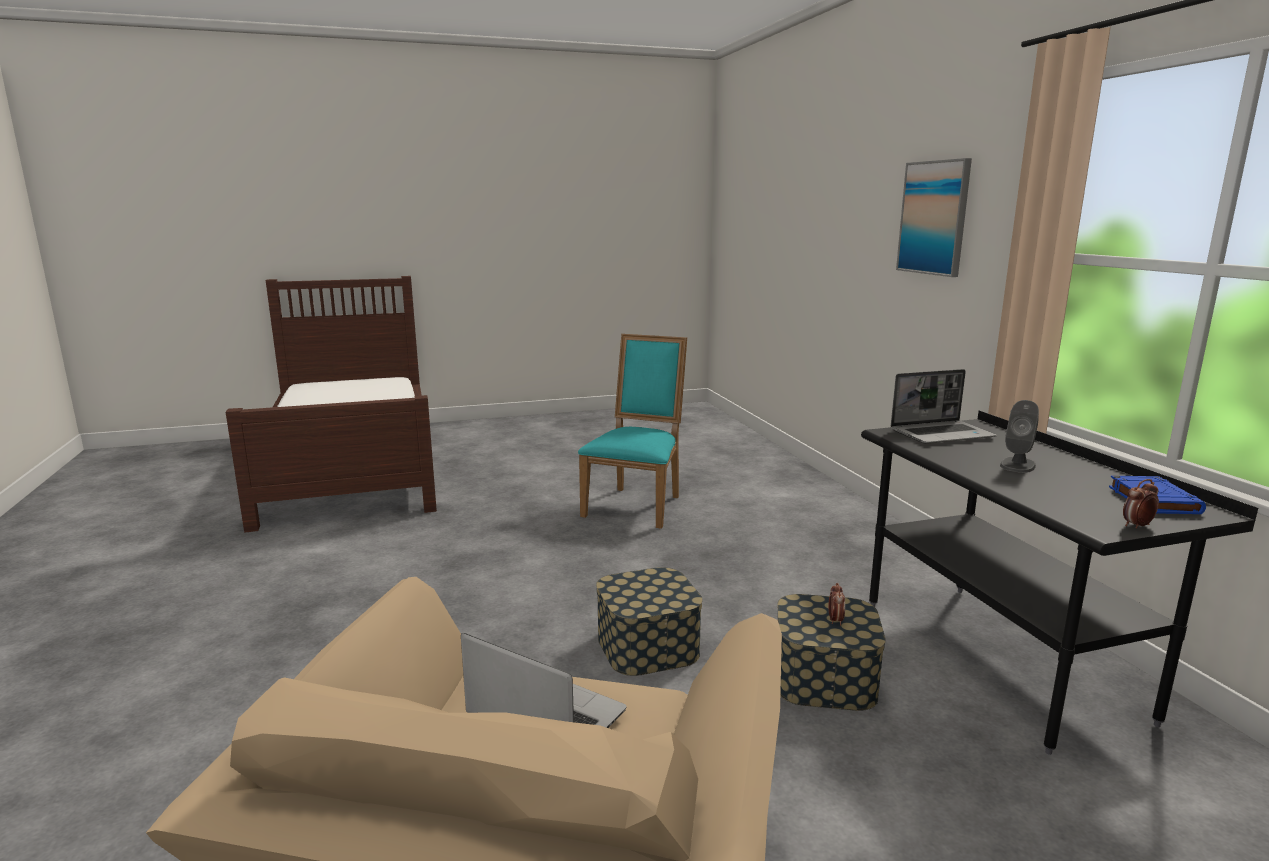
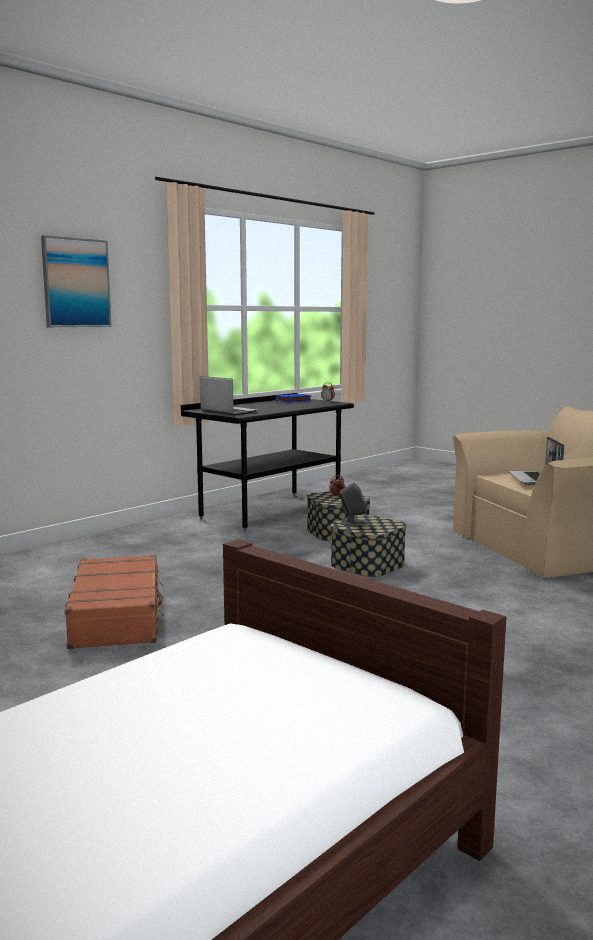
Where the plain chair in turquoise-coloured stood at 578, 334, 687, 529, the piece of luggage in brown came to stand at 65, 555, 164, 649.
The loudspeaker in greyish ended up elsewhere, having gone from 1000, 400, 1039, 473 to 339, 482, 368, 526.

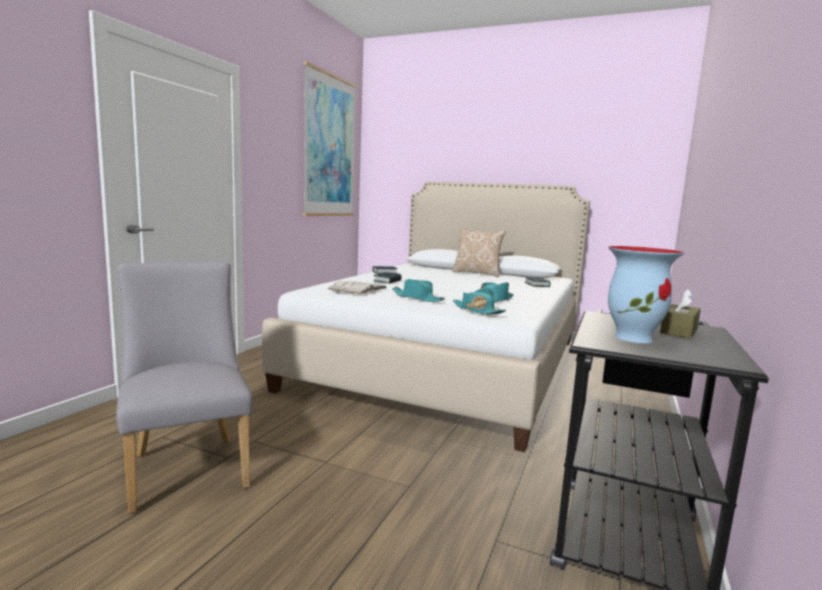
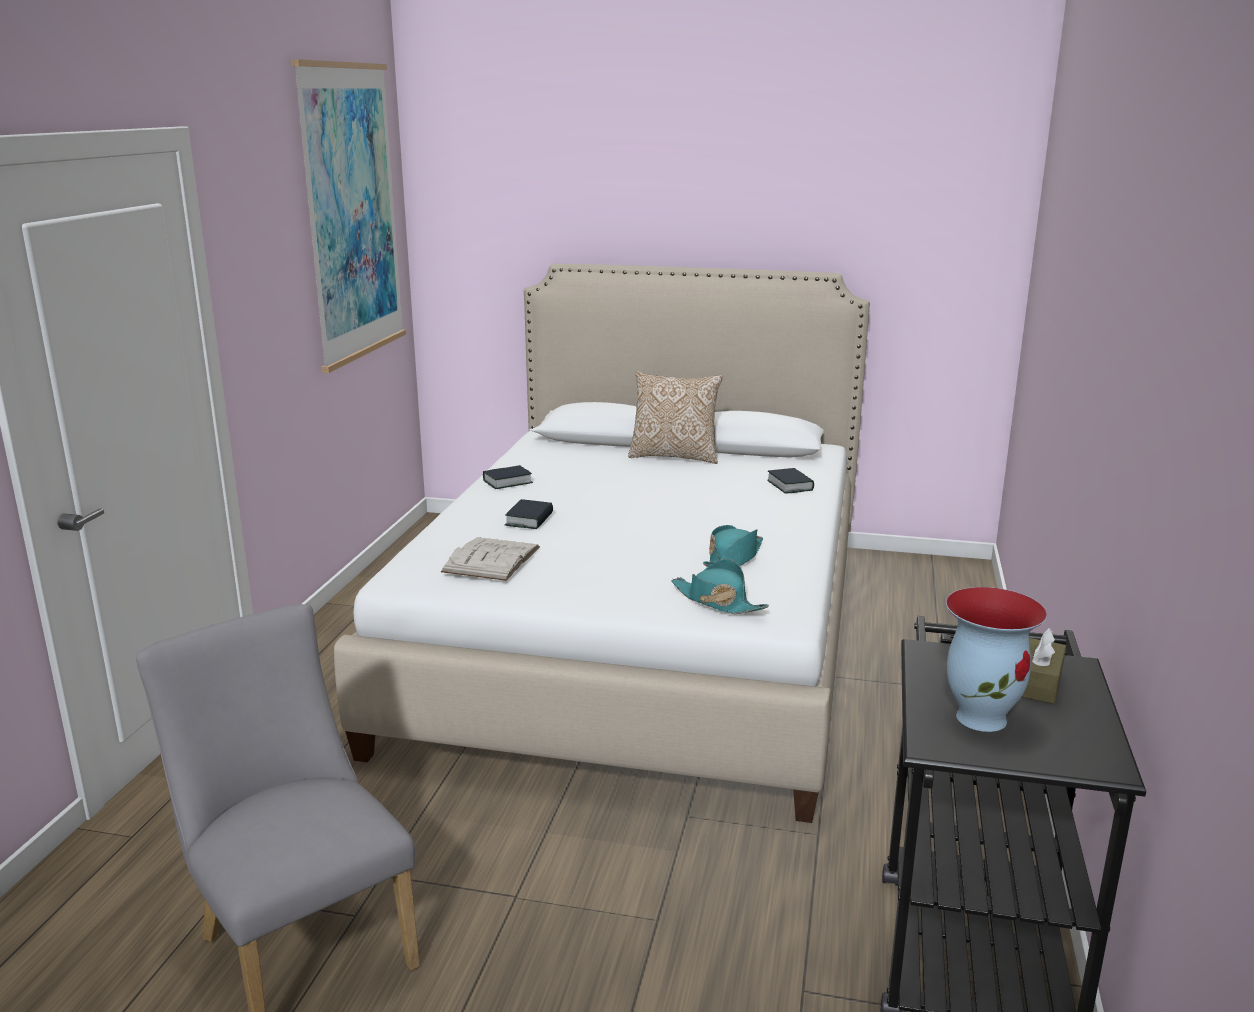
The second view lost the hat in turquoise-coloured at 392, 279, 445, 302.

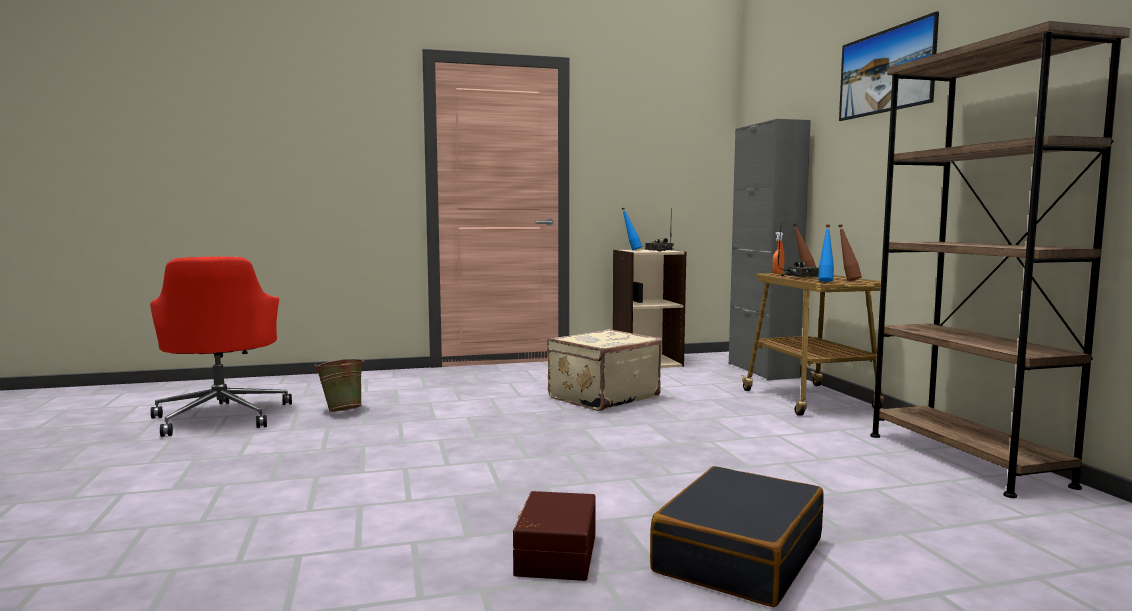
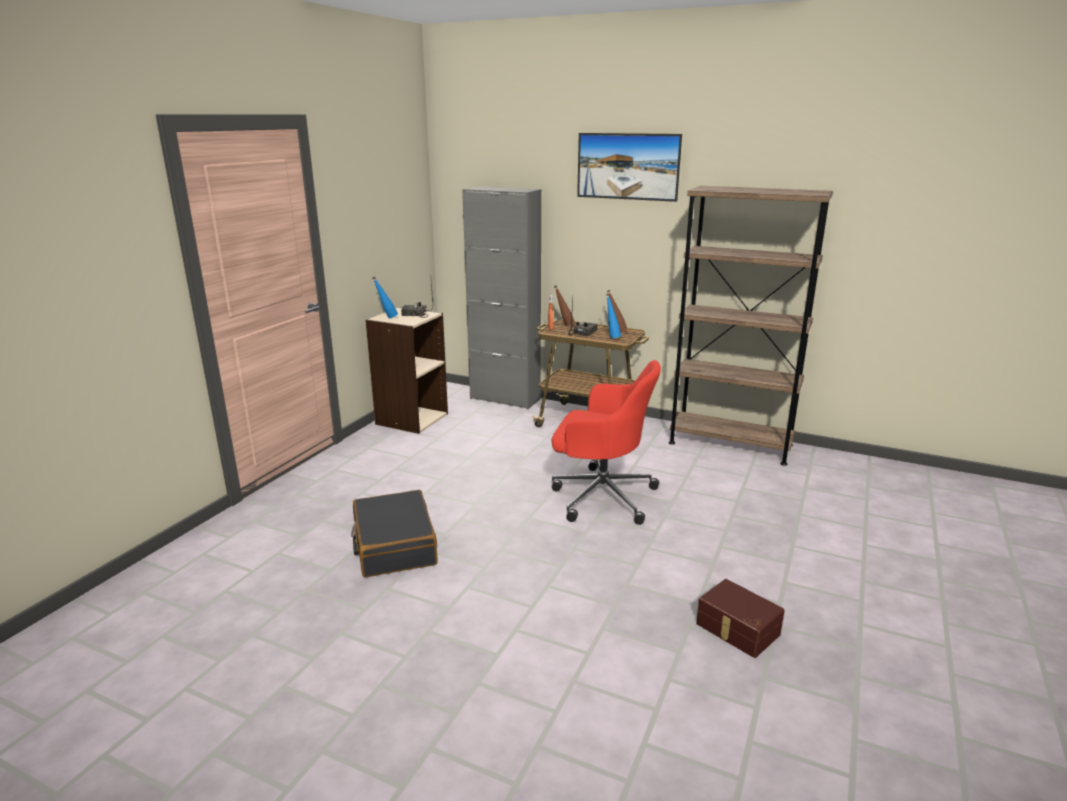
The piece of luggage in black ended up elsewhere, having gone from 650, 466, 824, 607 to 351, 490, 437, 577.
The office chair in red-coloured ended up elsewhere, having gone from 150, 257, 292, 437 to 552, 360, 661, 525.
The second view lost the water bucket in green-coloured at 314, 359, 364, 412.
The second view lost the piece of luggage in beige-coloured at 547, 329, 662, 411.

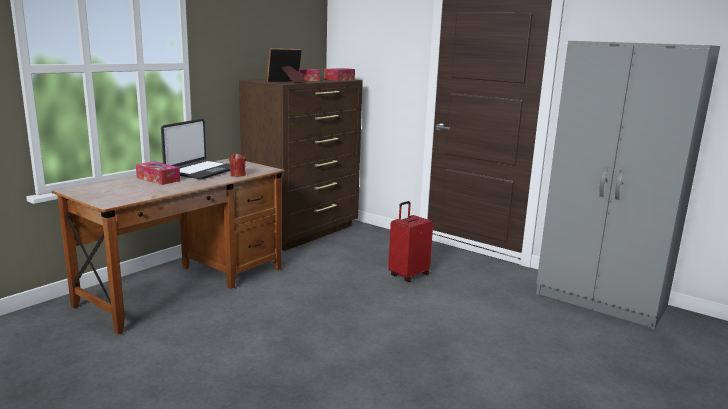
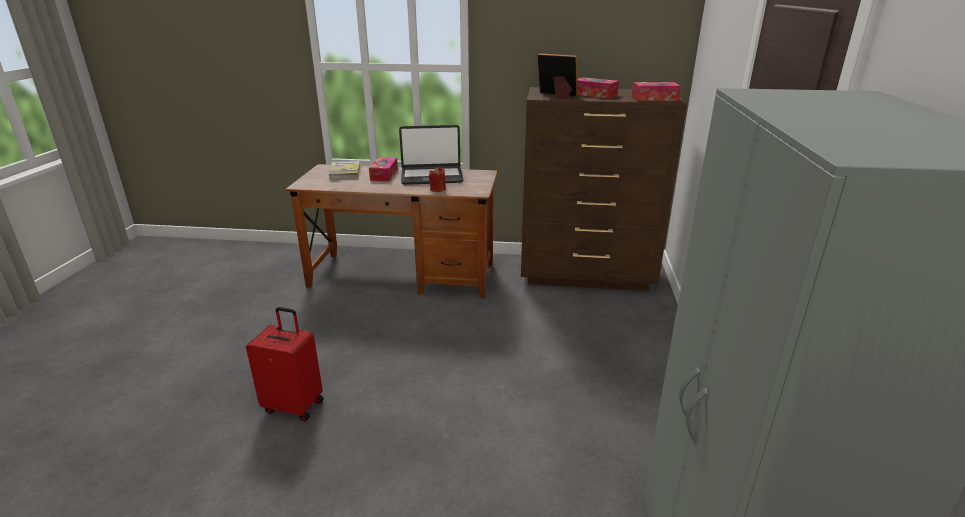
The piece of luggage in red-coloured ended up elsewhere, having gone from 388, 201, 433, 282 to 246, 307, 324, 421.
The second view gained the volume at 329, 160, 360, 180.

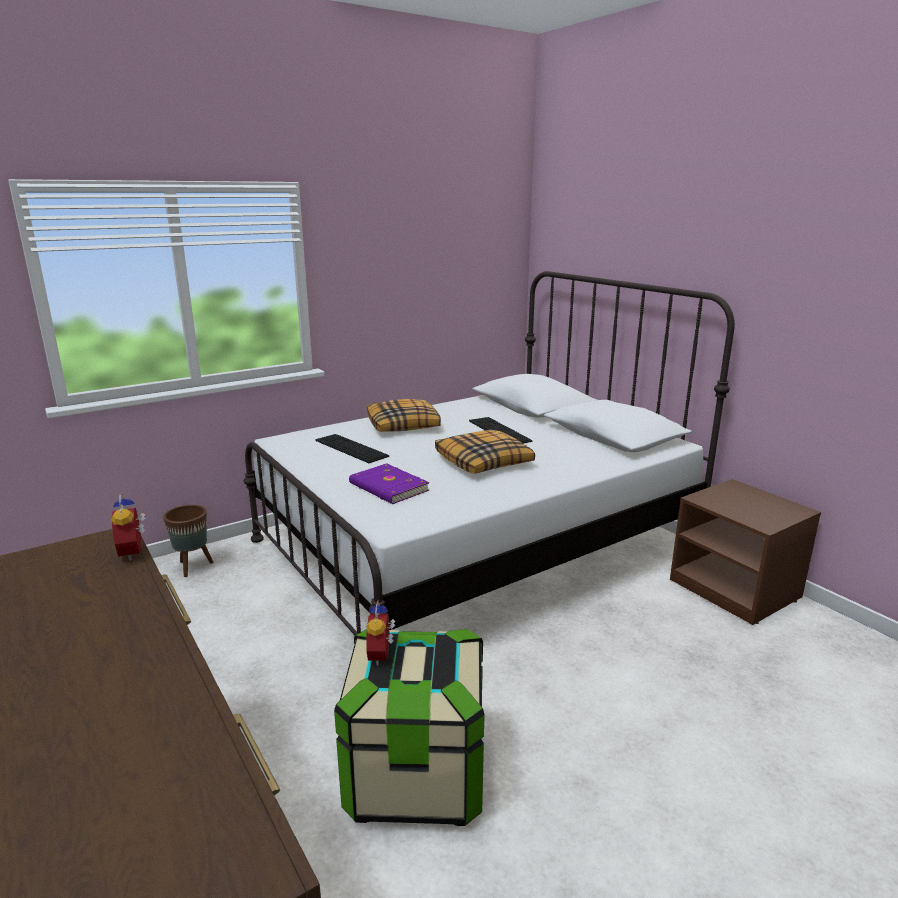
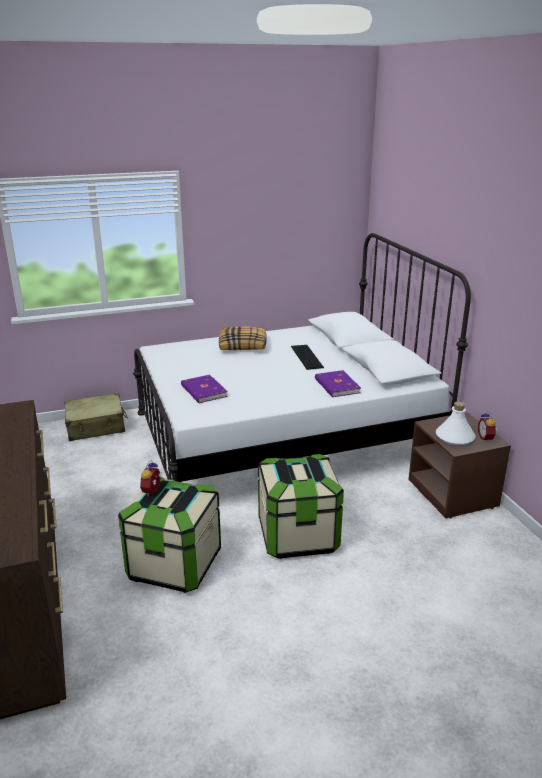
Where the plant pot in brown stood at 163, 505, 213, 577, the piece of luggage in beige-coloured came to stand at 65, 393, 128, 441.
The second view gained the storage box at 258, 454, 344, 559.
The second view gained the volume in purple-coloured at 315, 370, 361, 397.
The second view gained the drink bottle in white at 436, 402, 476, 445.
The alarm clock ended up elsewhere, having gone from 111, 492, 146, 561 to 478, 411, 498, 442.
The second view lost the computer keyboard at 316, 434, 389, 463.
The second view lost the cushion at 435, 430, 535, 474.

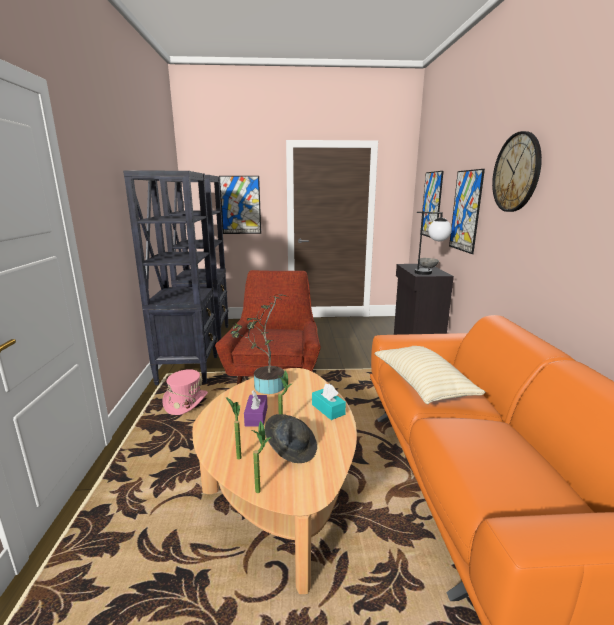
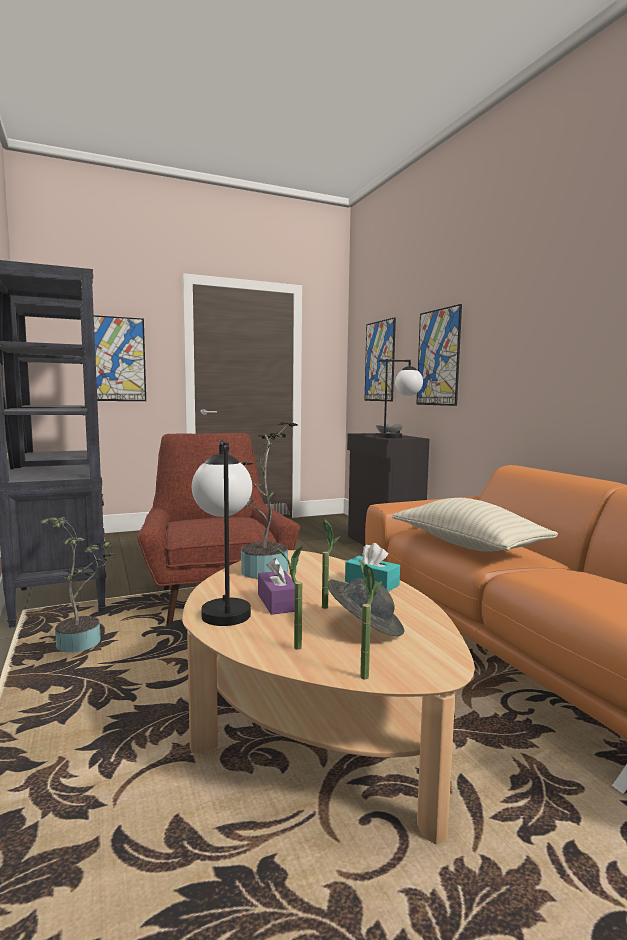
Where the hat in pink-coloured stood at 162, 369, 208, 415, the houseplant came to stand at 39, 517, 114, 652.
The second view gained the lamp for a table at 192, 440, 252, 626.
The second view lost the hanging clock at 492, 131, 542, 212.

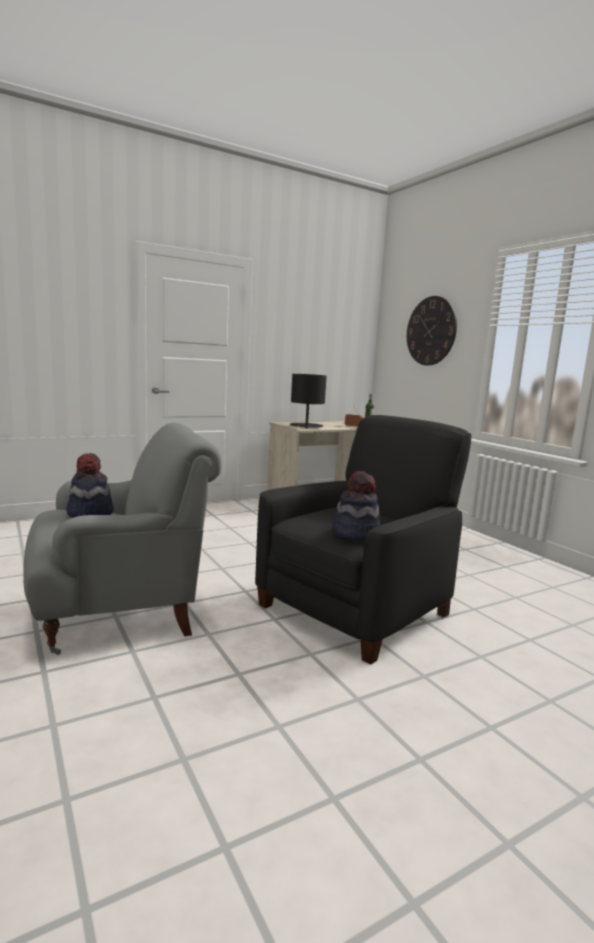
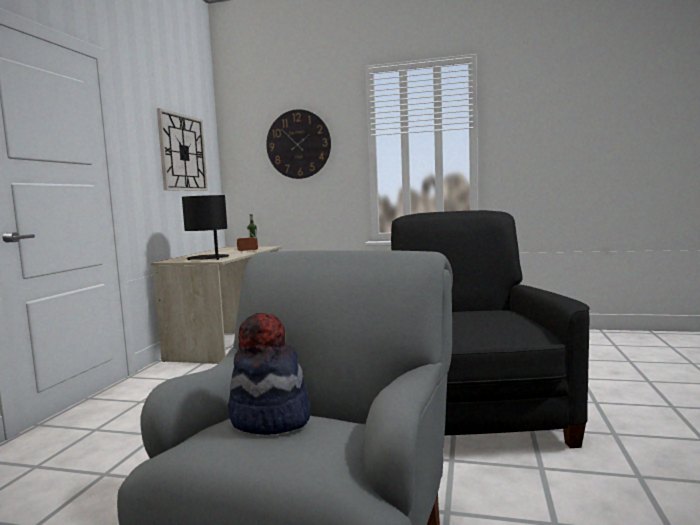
The second view gained the hanging clock at 157, 108, 208, 191.
The second view lost the hat at 332, 471, 381, 541.

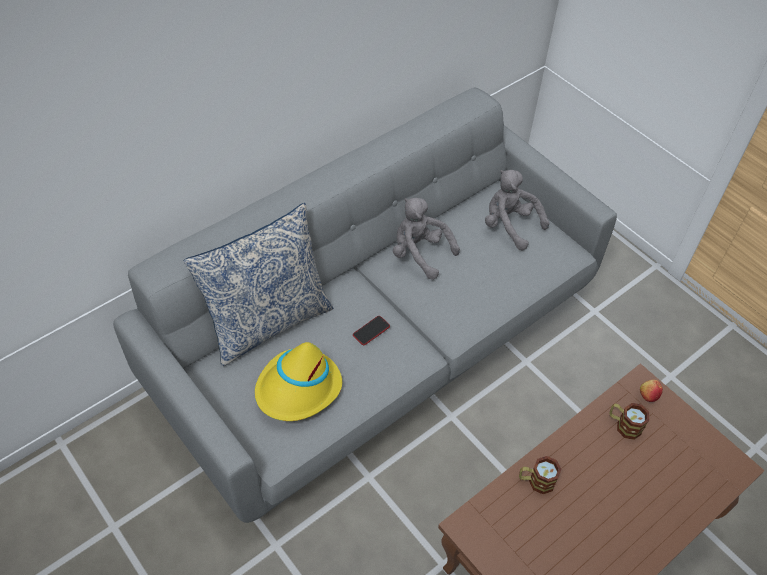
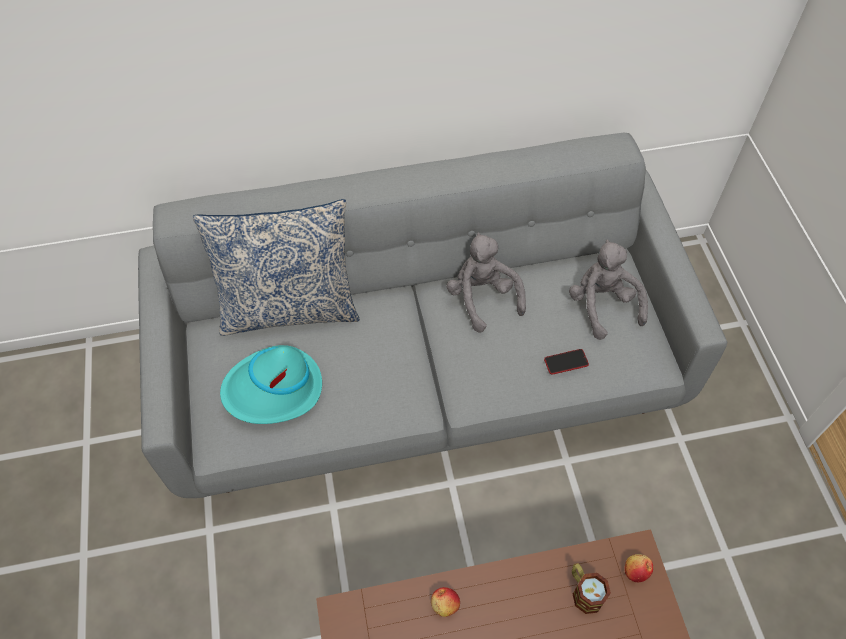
What was the hat in yellow-coloured at 255, 342, 342, 421 turned into the hat in turquoise-coloured at 220, 345, 322, 424.
Where the tea mug stood at 519, 456, 562, 494, the whole apple came to stand at 431, 587, 460, 617.
The handset ended up elsewhere, having gone from 353, 316, 390, 345 to 544, 349, 589, 375.

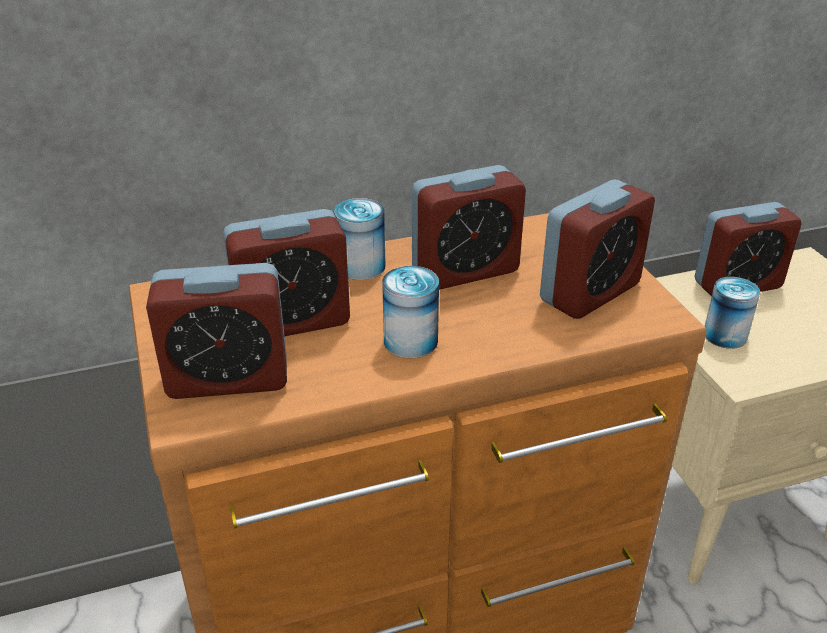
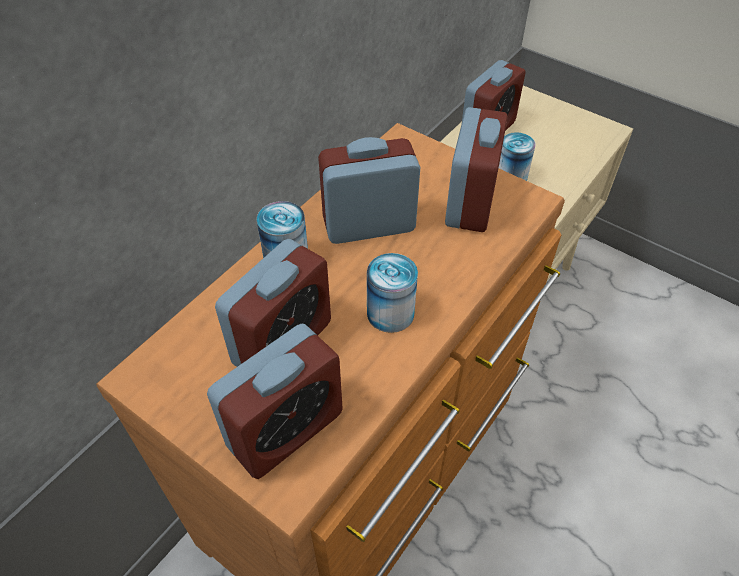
The alarm clock at 412, 165, 526, 290 ended up facing another way, 135 degrees counterclockwise from before.

